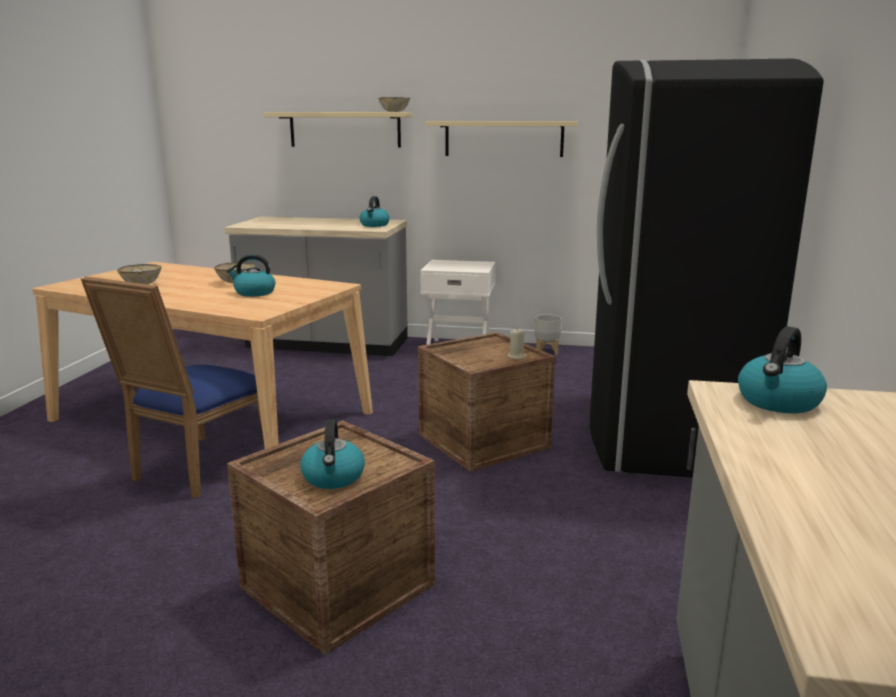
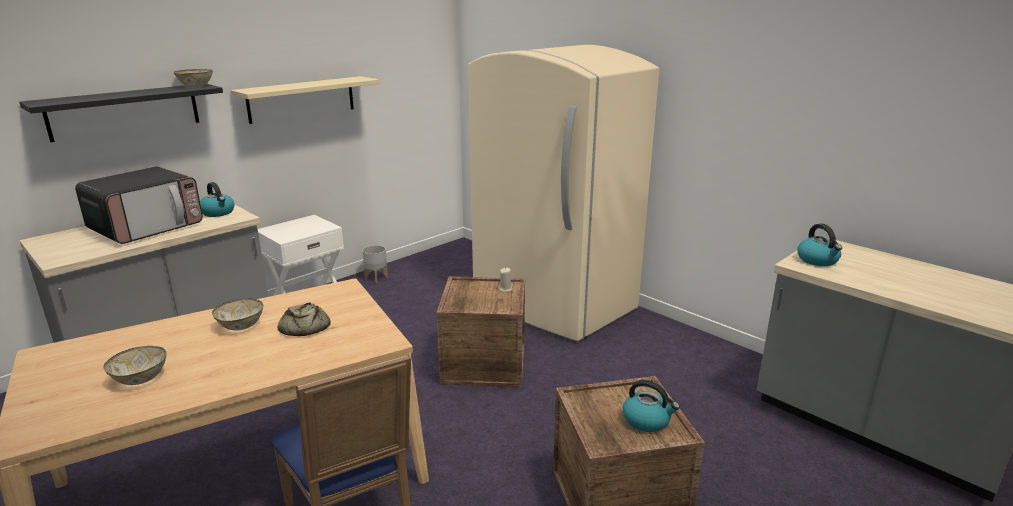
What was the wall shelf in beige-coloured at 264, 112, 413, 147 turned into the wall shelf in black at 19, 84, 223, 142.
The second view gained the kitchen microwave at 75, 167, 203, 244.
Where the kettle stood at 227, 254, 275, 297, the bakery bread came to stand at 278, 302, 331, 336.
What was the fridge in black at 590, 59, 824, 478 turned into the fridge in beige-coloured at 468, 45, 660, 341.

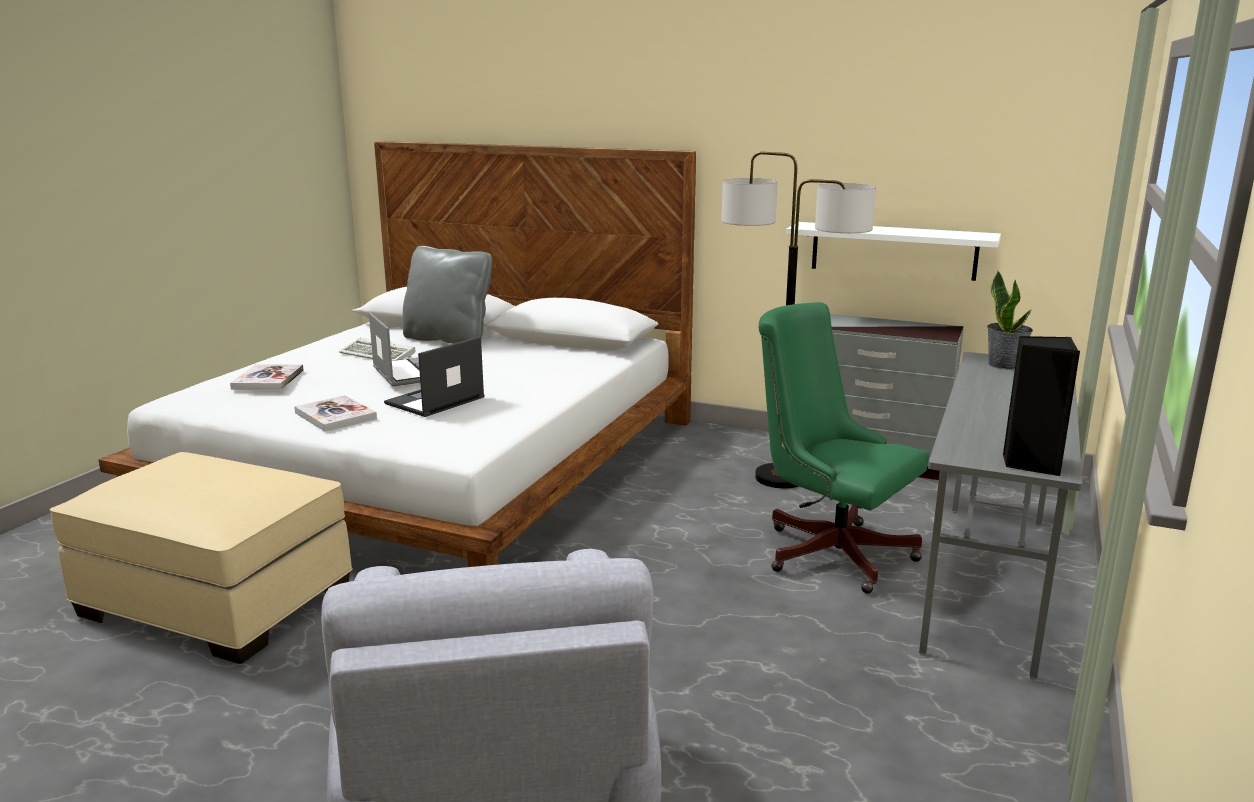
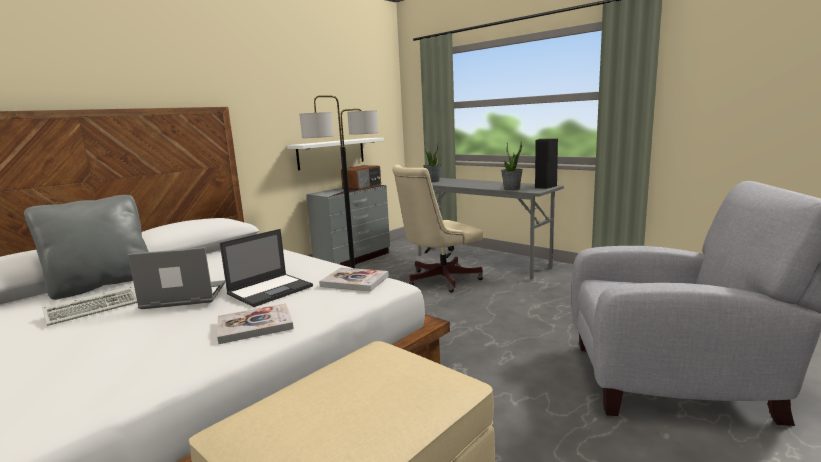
The portable computer at 384, 337, 485, 417 ended up facing another way, 105 degrees counterclockwise from before.
The volume ended up elsewhere, having gone from 230, 364, 304, 390 to 319, 267, 389, 292.
The second view gained the radio set at 341, 165, 381, 190.
What was the office chair in green-coloured at 759, 302, 929, 594 turned into the office chair in beige-coloured at 392, 165, 483, 293.
The second view gained the houseplant at 501, 141, 523, 190.

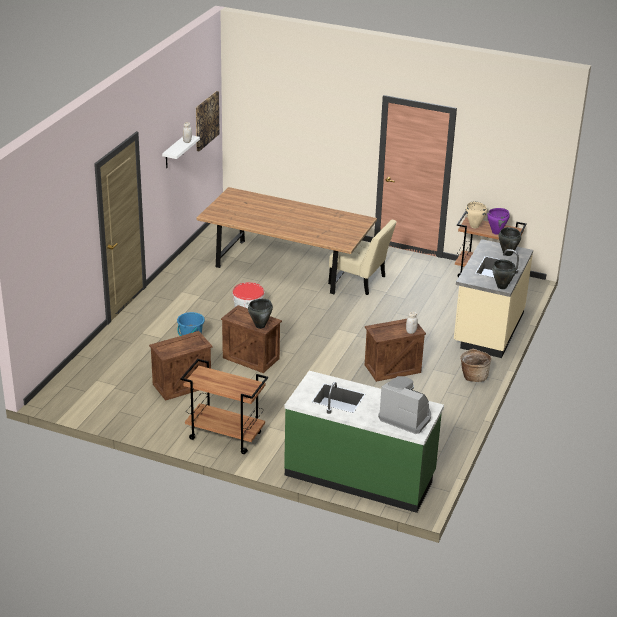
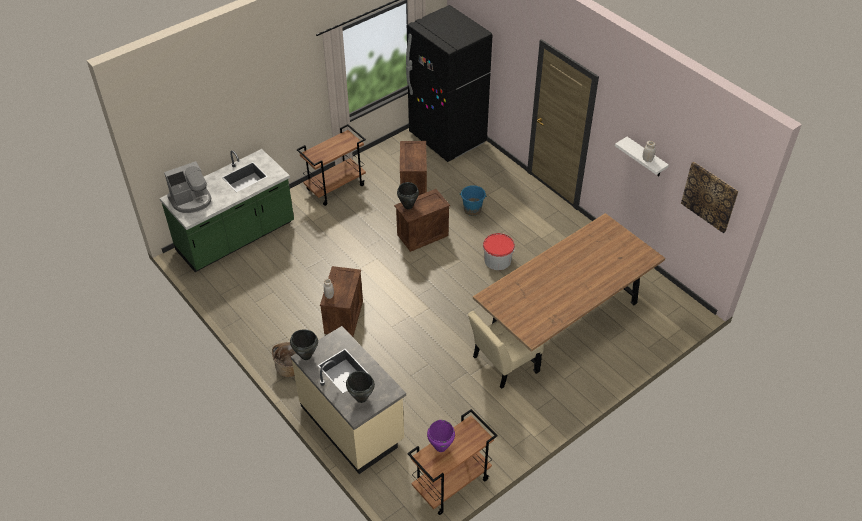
The second view gained the fridge in black at 406, 5, 493, 162.
The second view lost the cooking pot in beige-coloured at 466, 202, 487, 228.

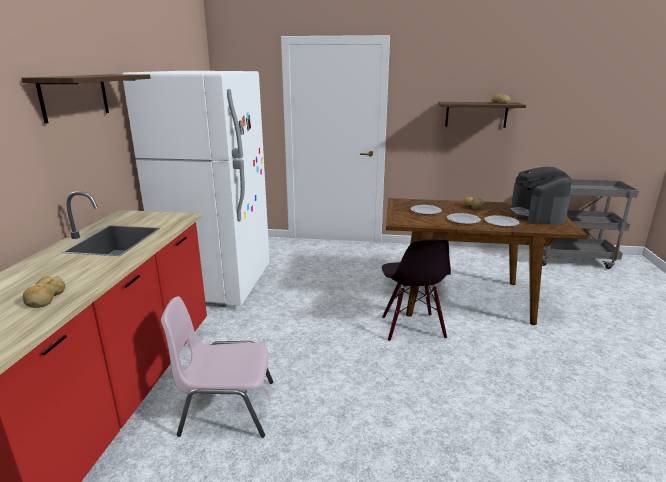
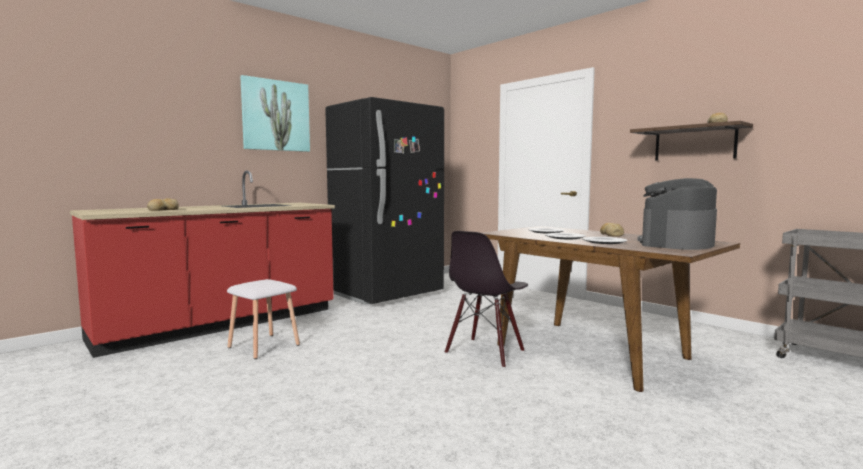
Where the plain chair in pink-coloured stood at 161, 296, 273, 438, the stool in white came to stand at 227, 279, 300, 359.
Where the wall shelf hung at 21, 74, 151, 124, the wall picture came to hang at 240, 75, 310, 152.
What was the fridge in white at 123, 71, 270, 307 turned into the fridge in black at 325, 97, 444, 305.

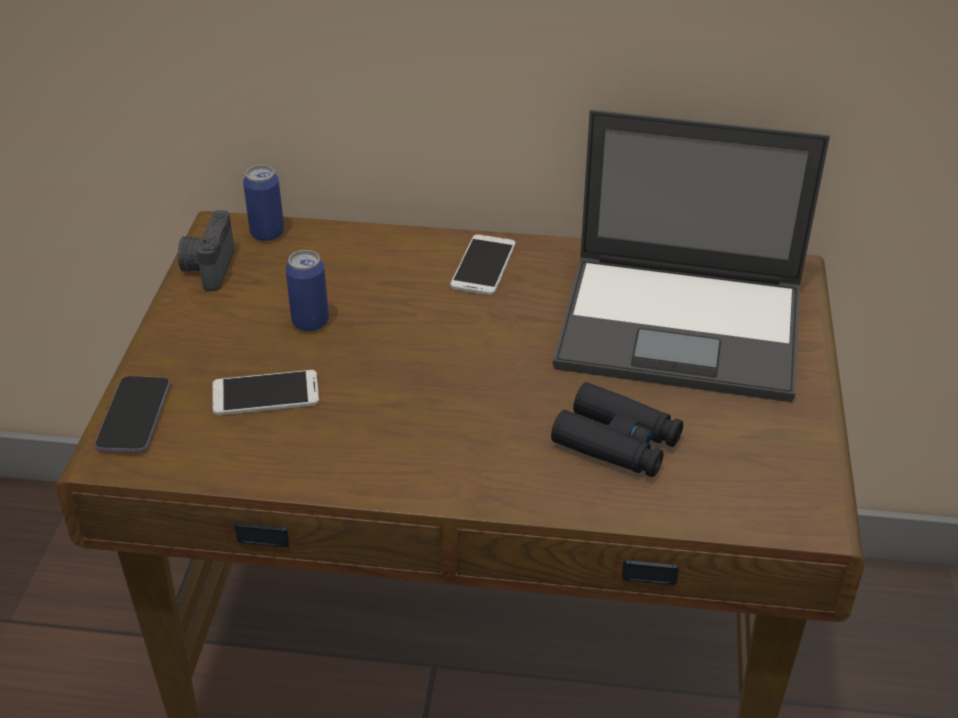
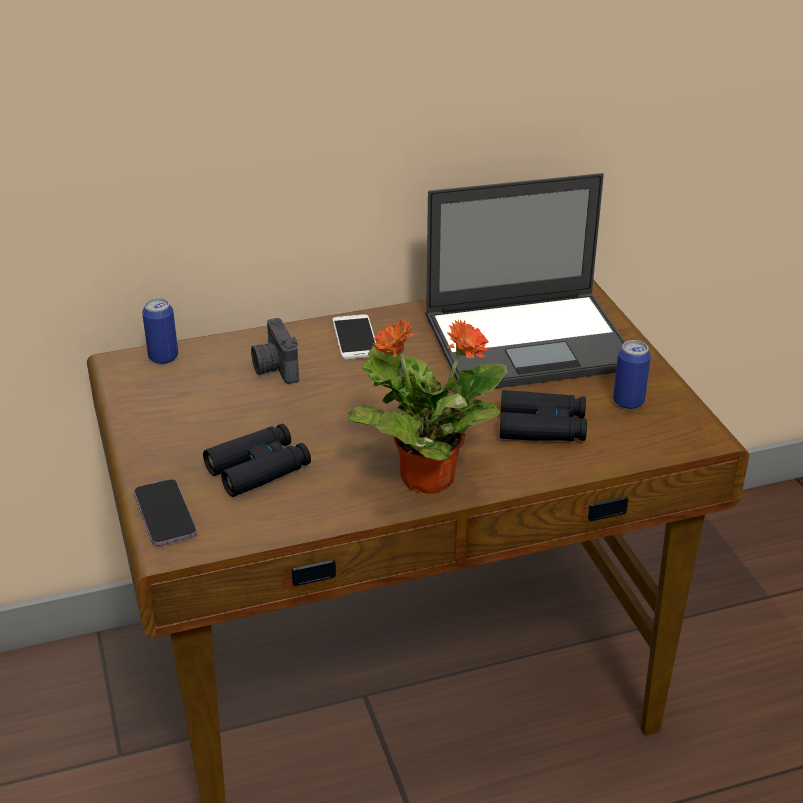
Where the handset stood at 212, 370, 319, 415, the field glasses in black came to stand at 203, 424, 311, 497.
The photo camera ended up elsewhere, having gone from 178, 210, 235, 291 to 251, 318, 299, 384.
The second view gained the houseplant at 347, 319, 508, 493.
The metal can ended up elsewhere, having gone from 285, 250, 329, 332 to 613, 340, 651, 409.

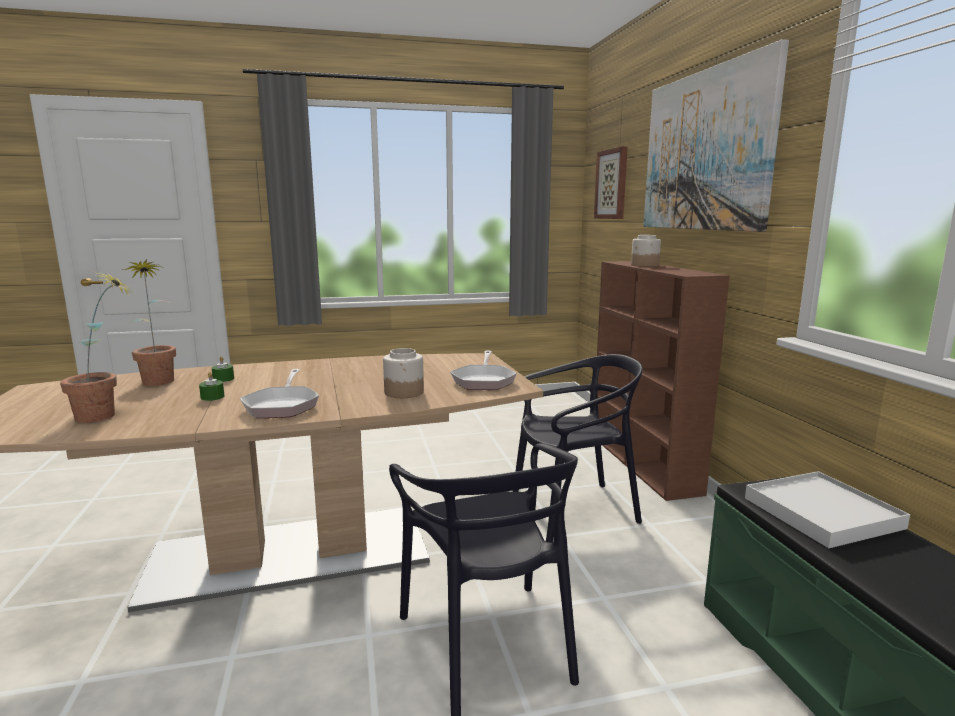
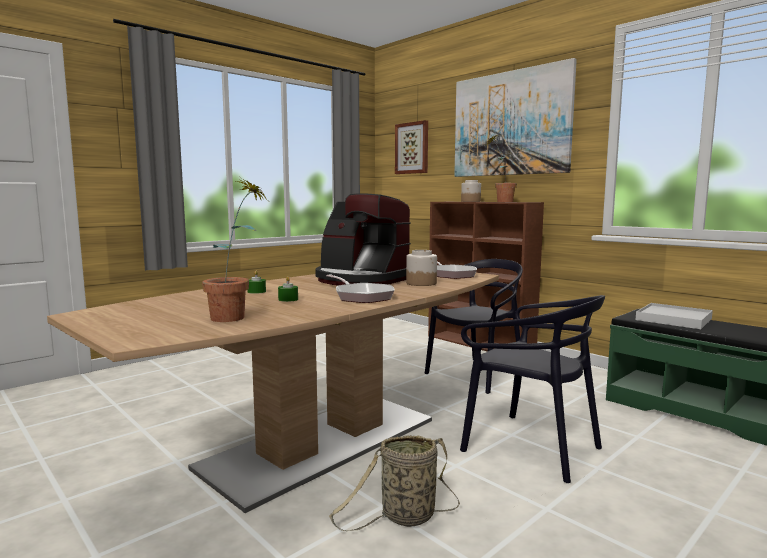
The second view gained the coffee machine at 315, 193, 411, 286.
The second view gained the basket at 329, 435, 460, 531.
The houseplant ended up elsewhere, having gone from 123, 259, 176, 386 to 485, 135, 517, 202.

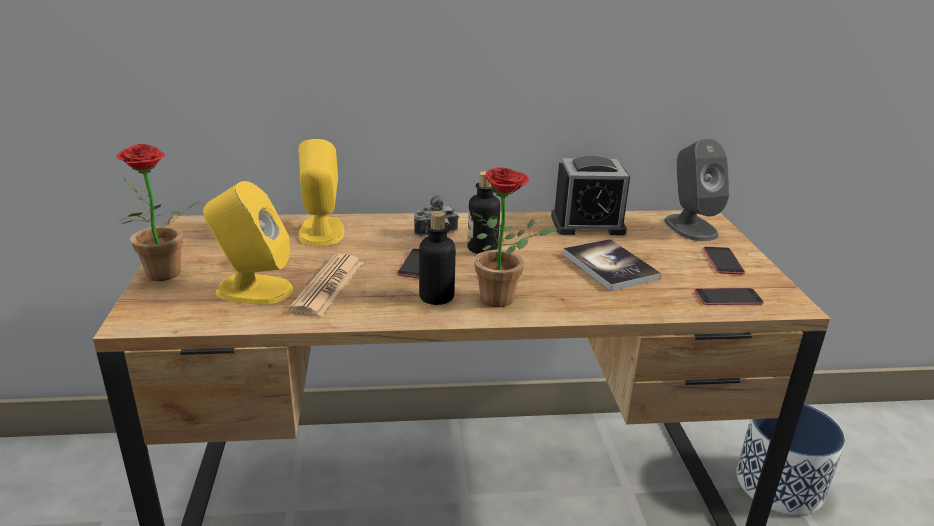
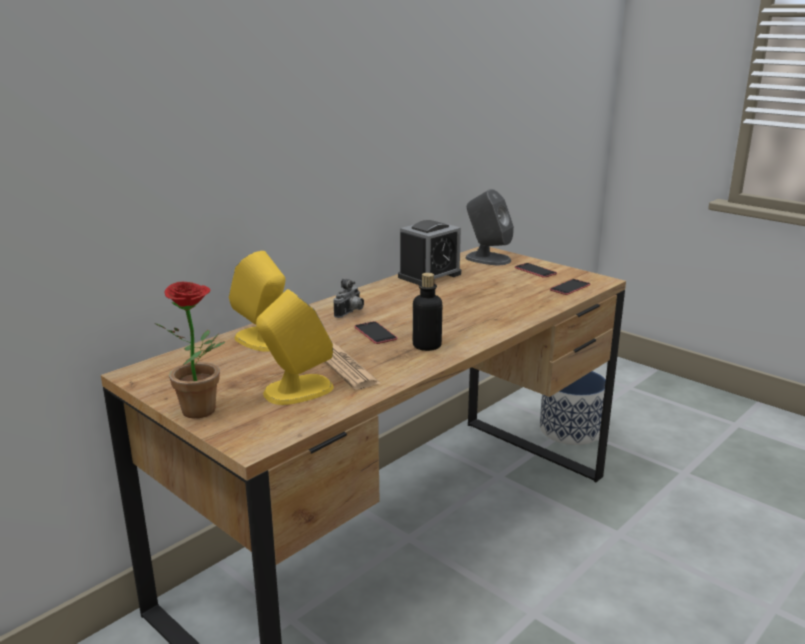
The second view lost the drink bottle at 467, 171, 500, 254.
The second view lost the houseplant at 472, 168, 557, 307.
The second view lost the volume at 563, 239, 661, 291.

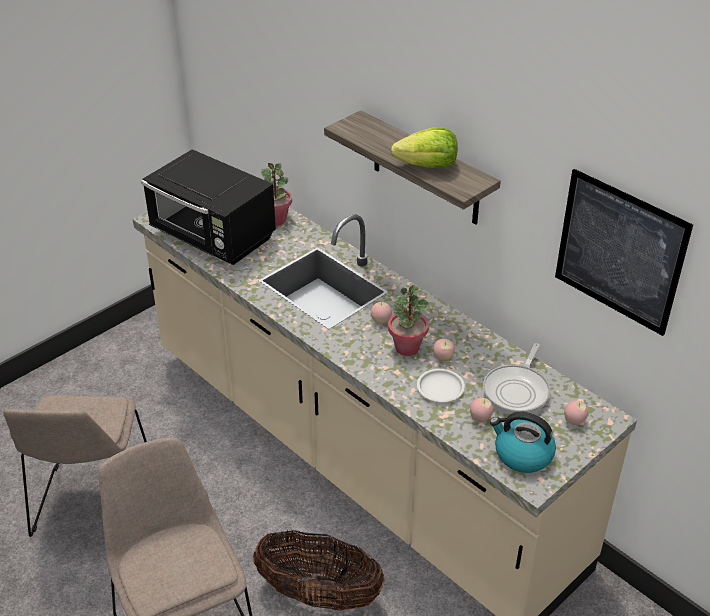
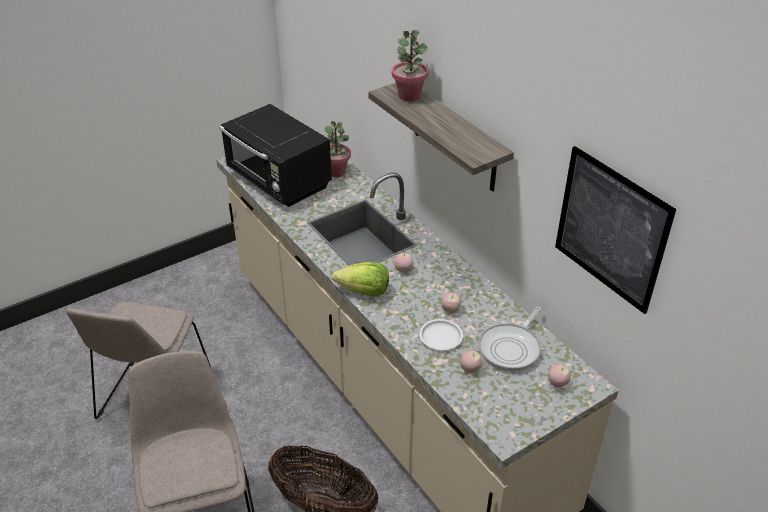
The lettuce ended up elsewhere, having gone from 391, 127, 458, 168 to 332, 262, 389, 297.
The houseplant ended up elsewhere, having gone from 388, 285, 430, 356 to 392, 30, 429, 102.
The second view lost the kettle at 490, 412, 556, 473.

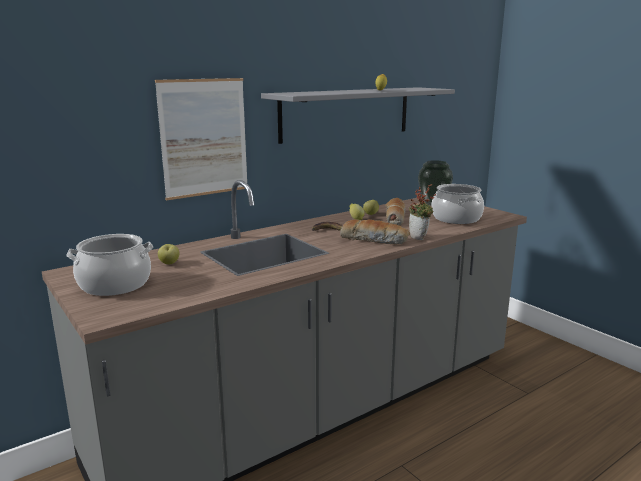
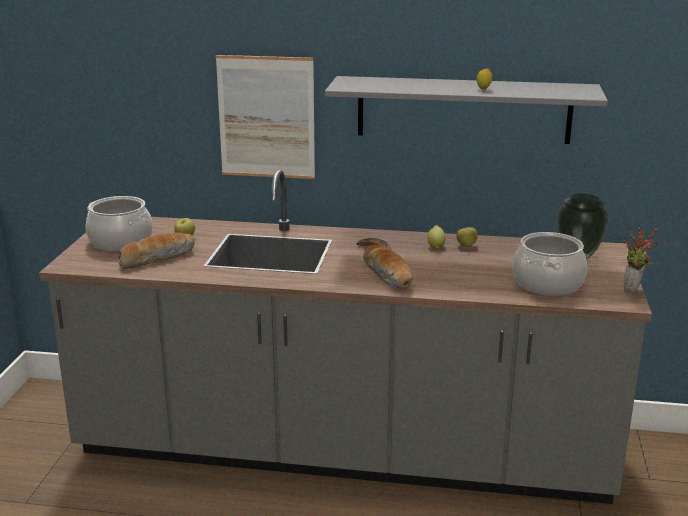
The bakery bread ended up elsewhere, having gone from 386, 198, 406, 226 to 118, 232, 195, 269.
The houseplant ended up elsewhere, having gone from 409, 184, 436, 240 to 623, 228, 659, 295.

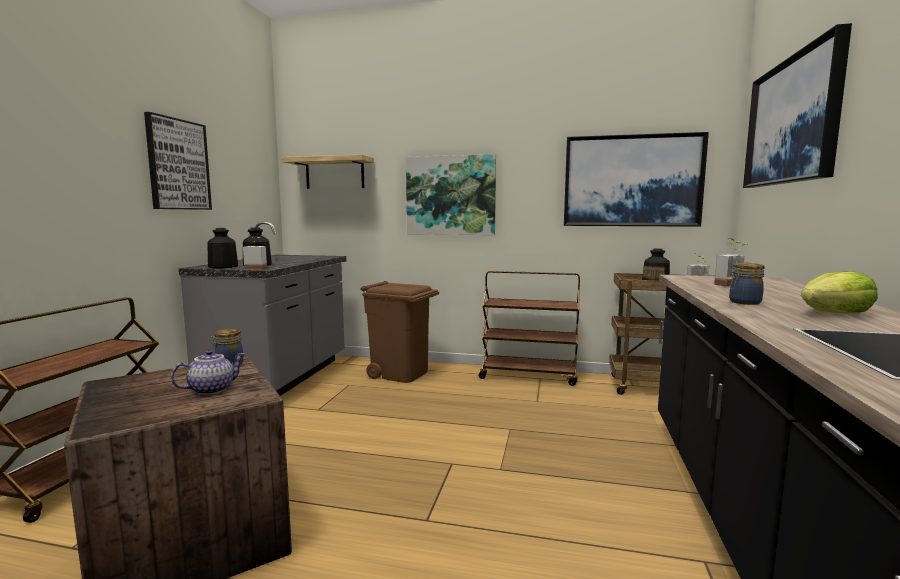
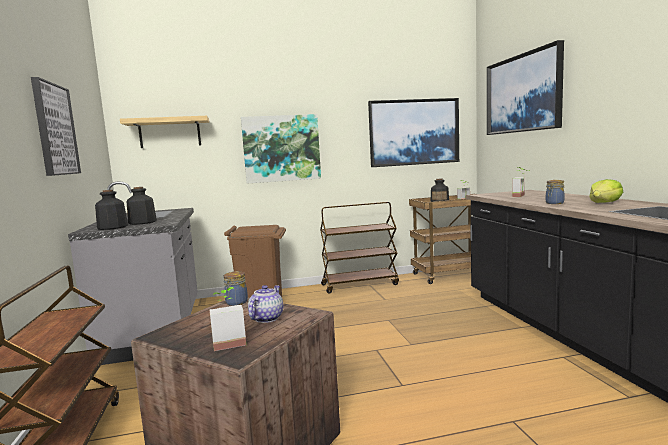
The houseplant ended up elsewhere, having gone from 243, 233, 267, 270 to 209, 287, 246, 351.

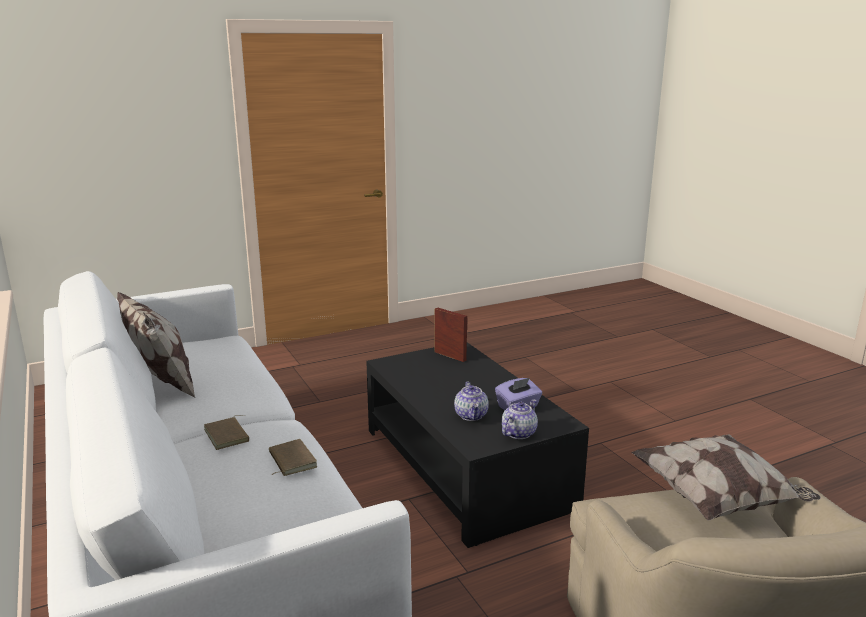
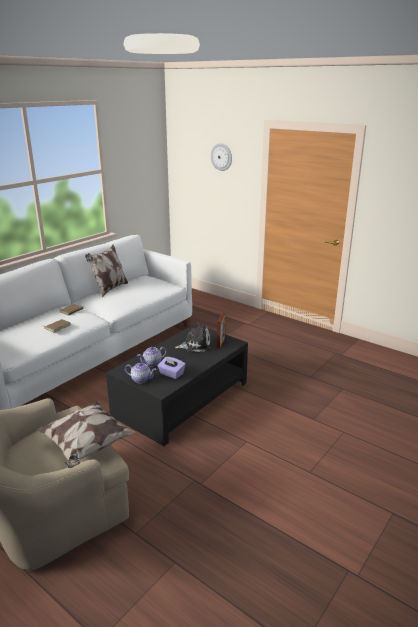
The second view gained the soft toy at 175, 322, 210, 352.
The second view gained the hanging clock at 211, 143, 232, 171.

